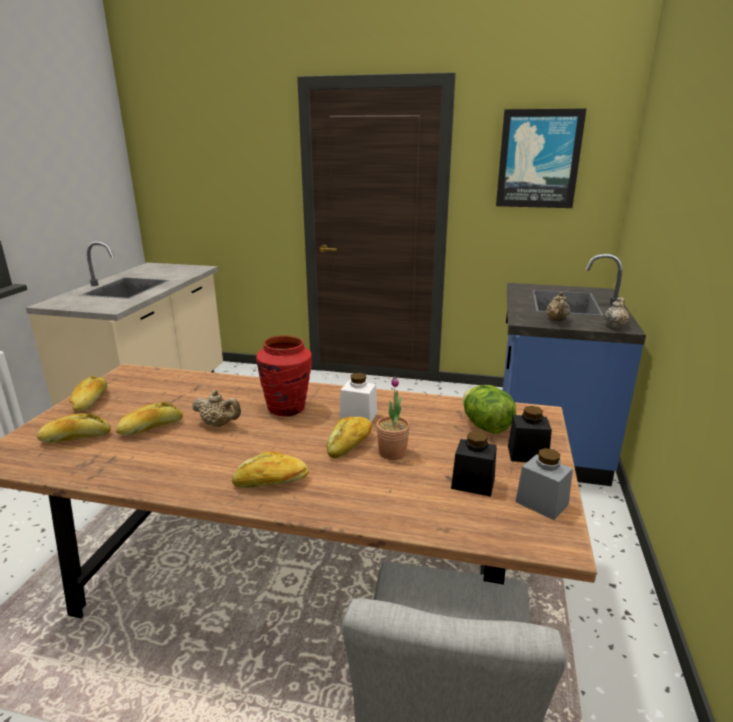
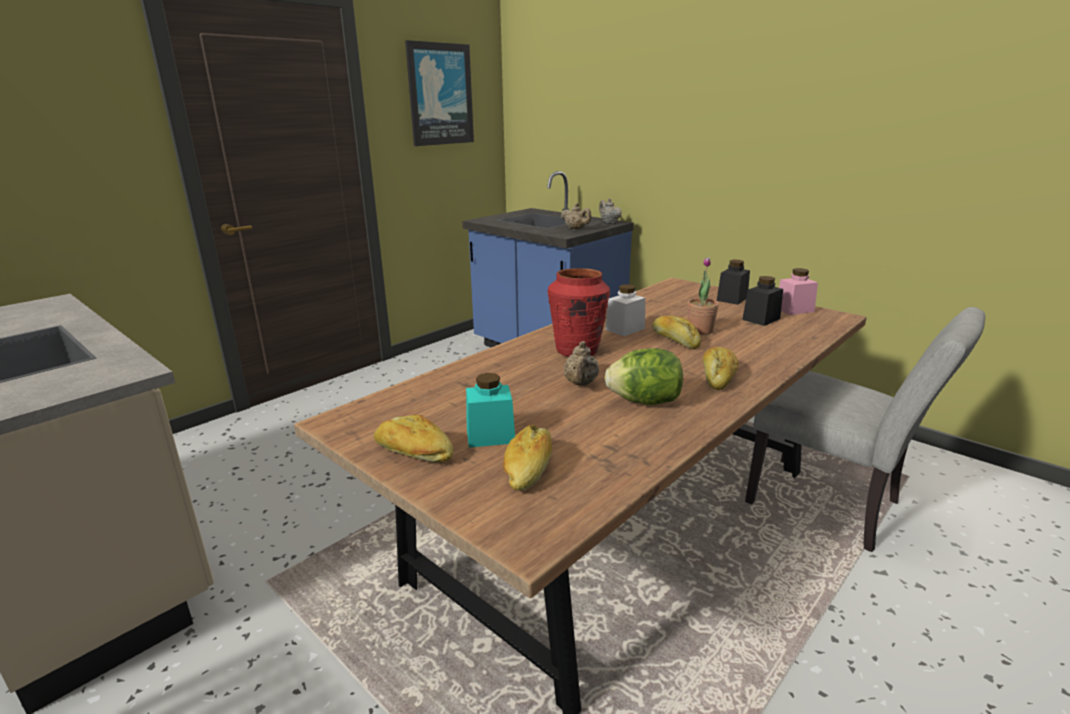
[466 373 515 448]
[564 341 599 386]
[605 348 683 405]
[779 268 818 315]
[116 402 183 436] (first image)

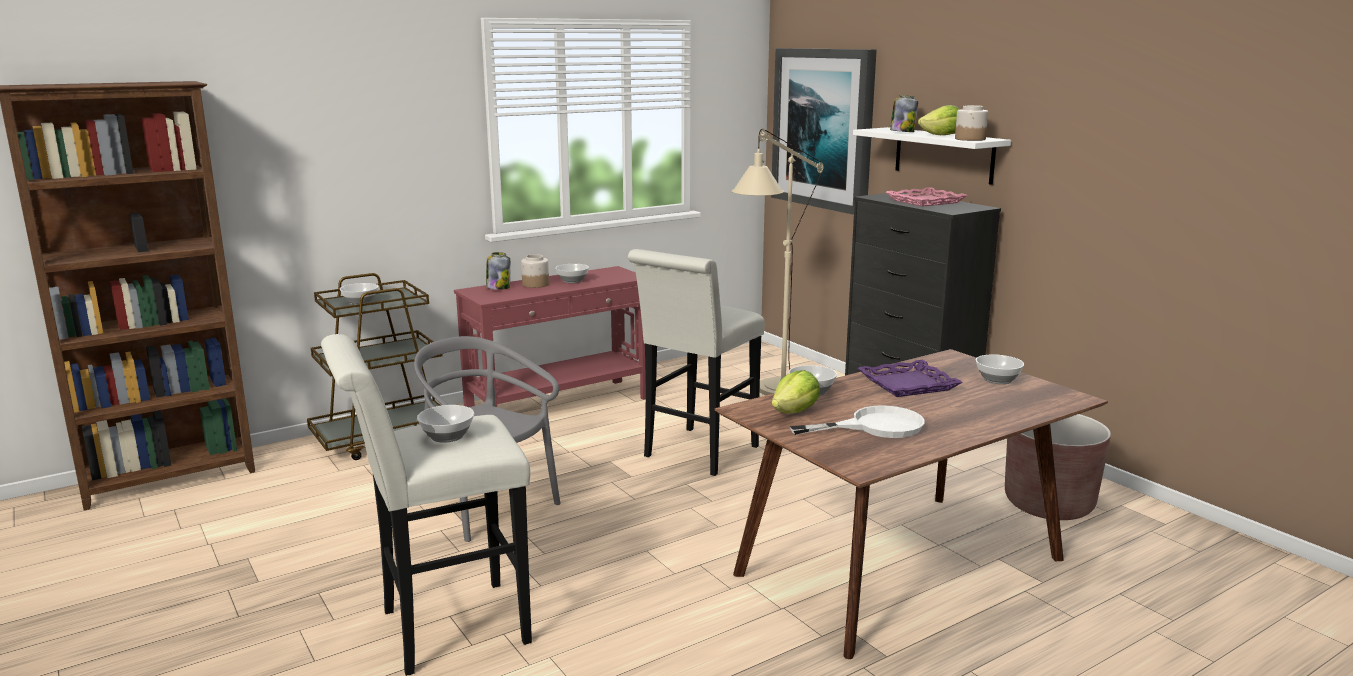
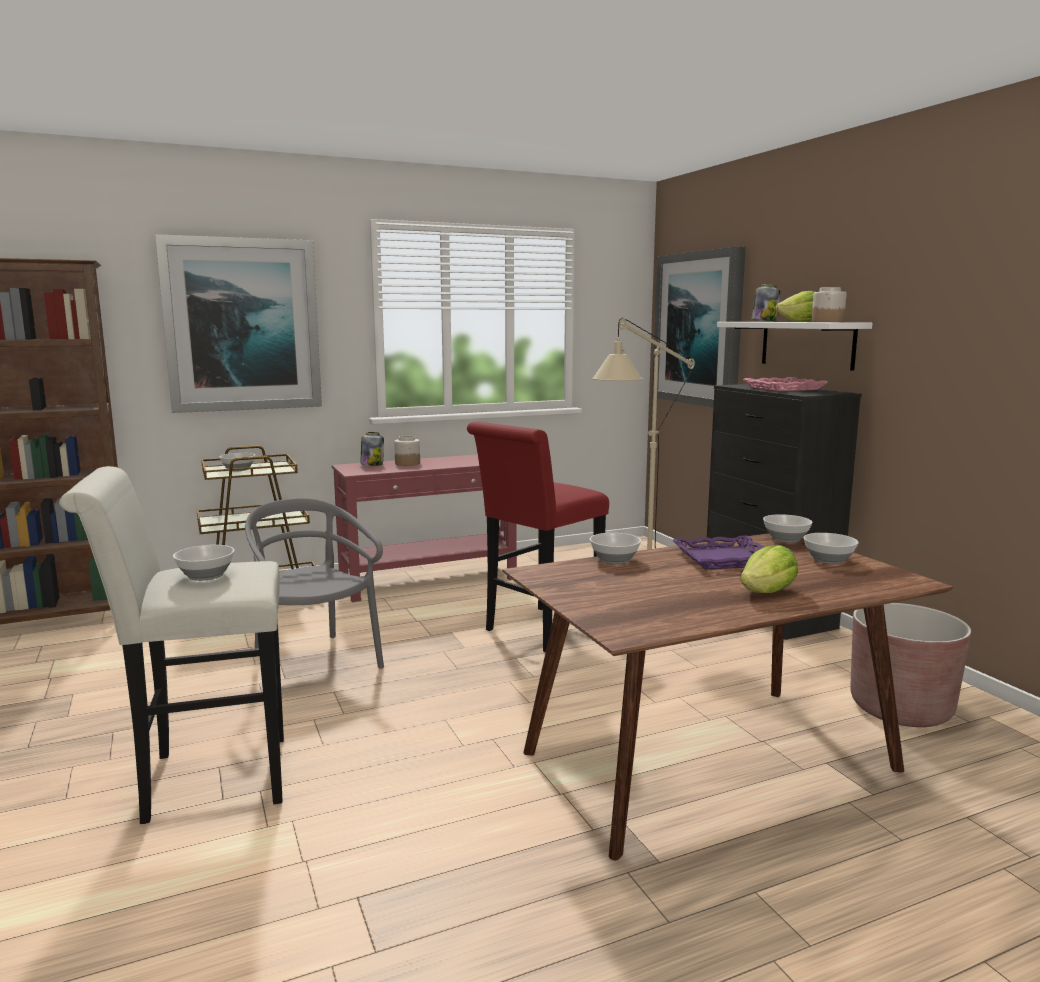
[155 234 322 413]
[467 422 609 652]
[740 545 798 593]
[763 514 813 543]
[789 405 925 438] (first image)

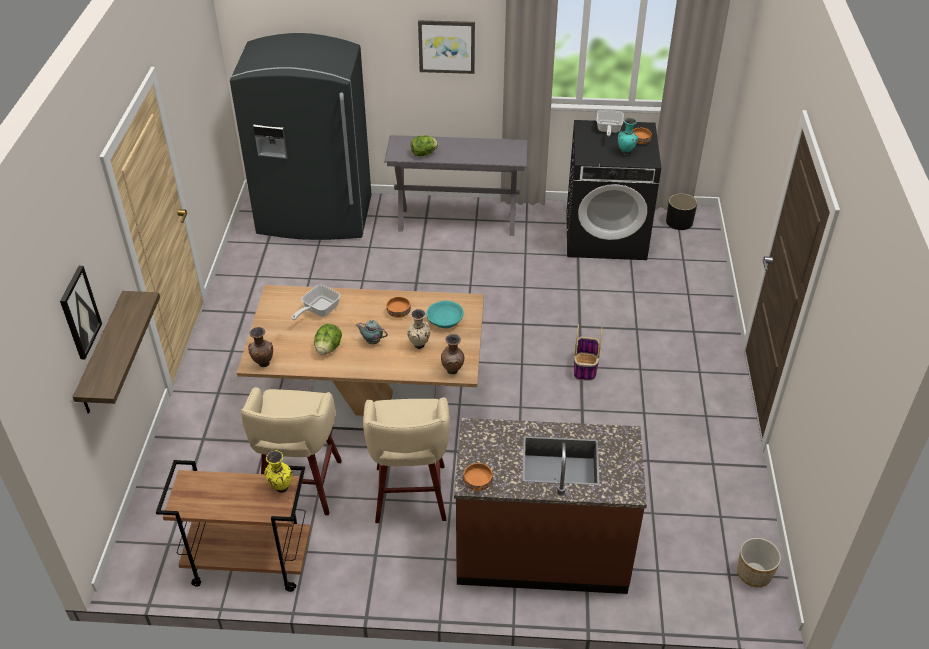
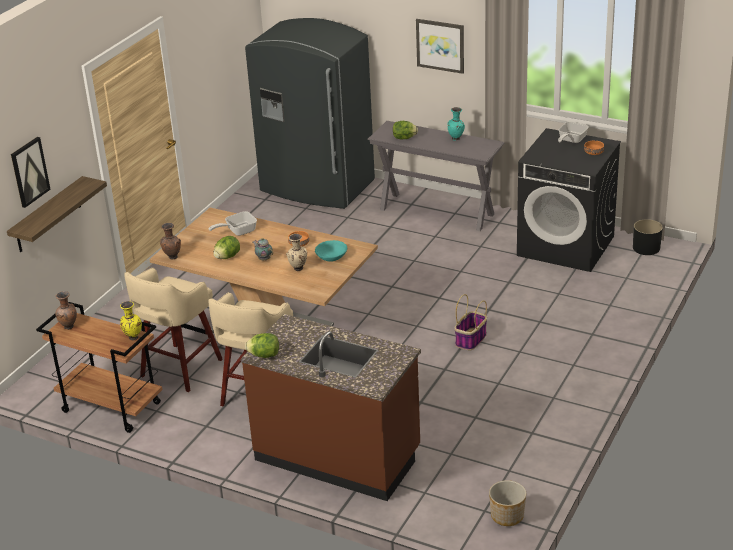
[55 291 77 330]
[245 333 279 358]
[448 107 465 141]

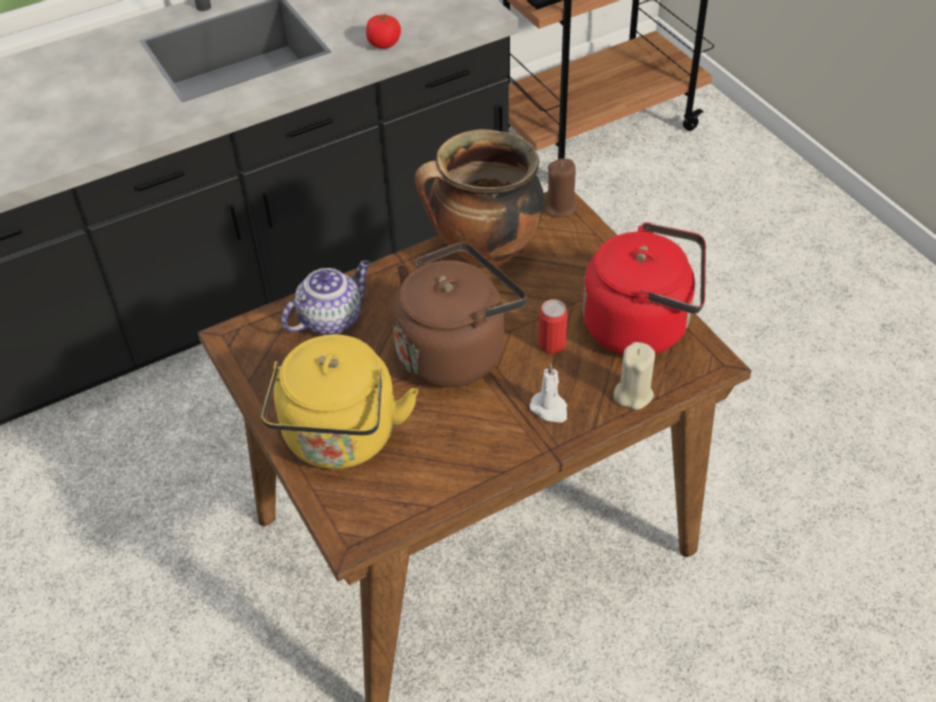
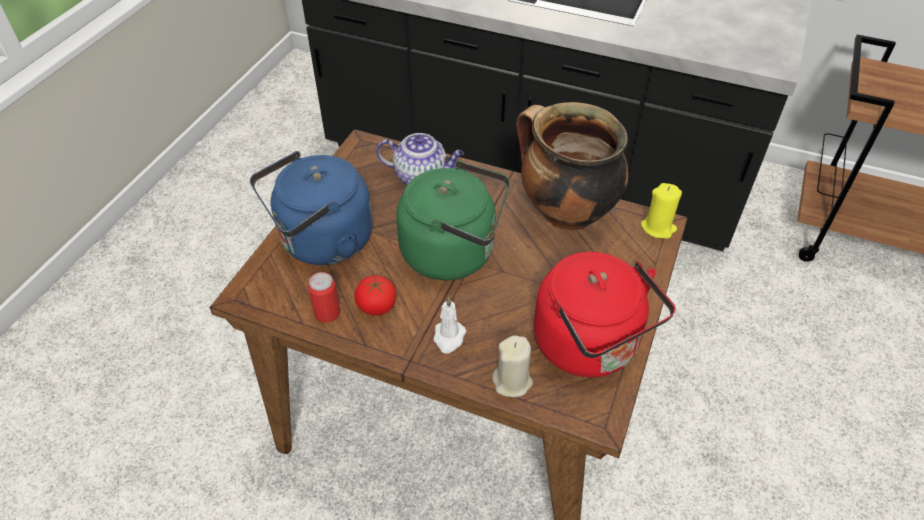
[250 151 372 265]
[308 272 340 322]
[355 276 396 316]
[396 160 510 280]
[641 183 682 239]

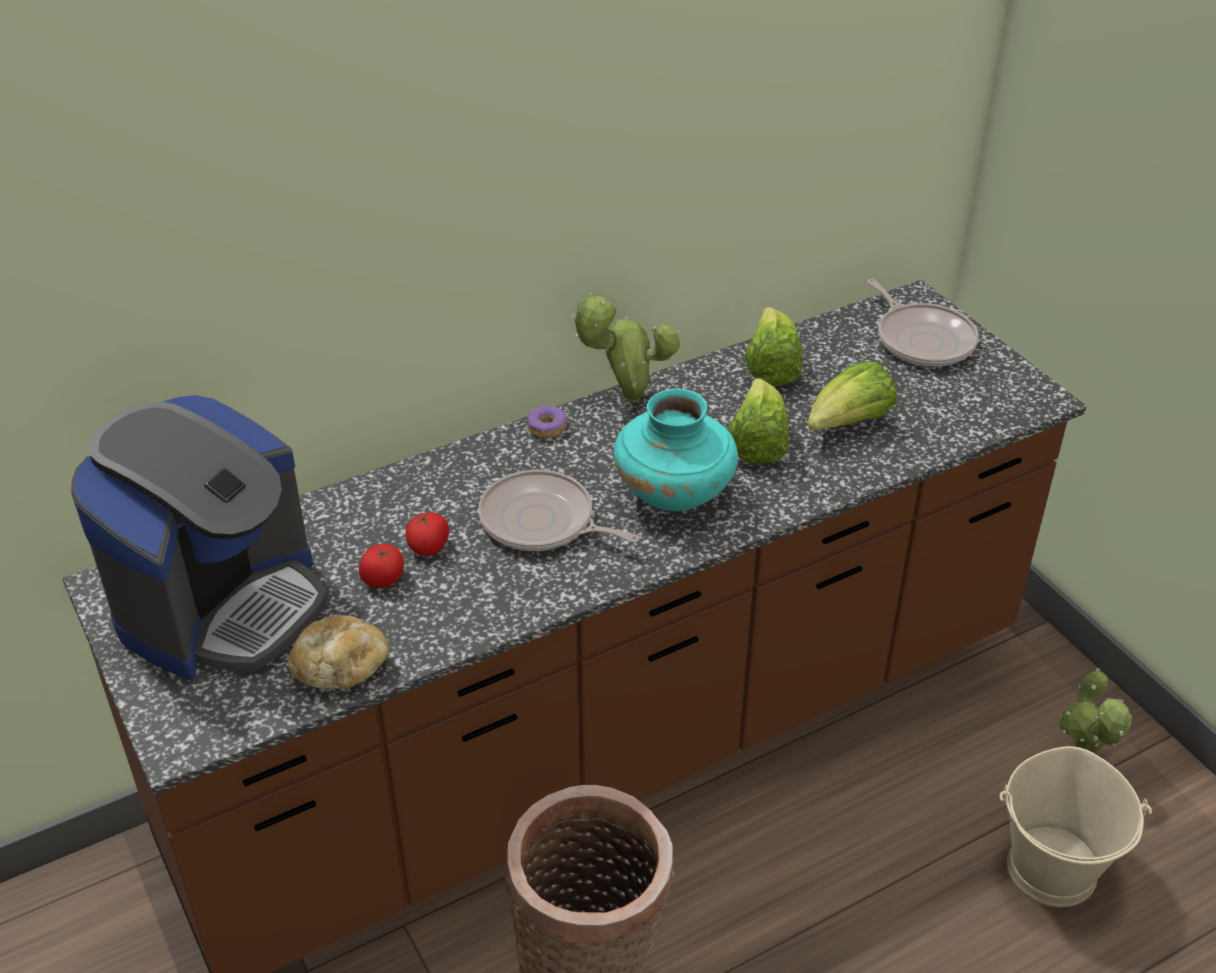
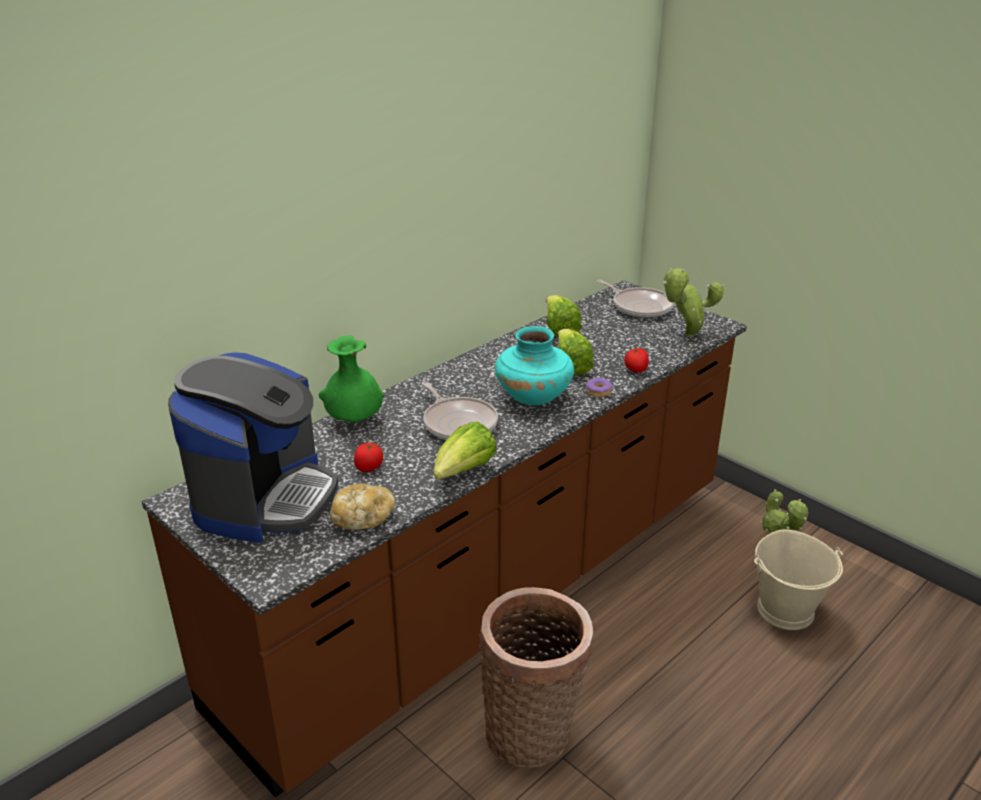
[319 335 385 422]
[422 381 498 440]
[434 422 497 480]
[586 378 612 397]
[625 348 649 372]
[663 268 724 337]

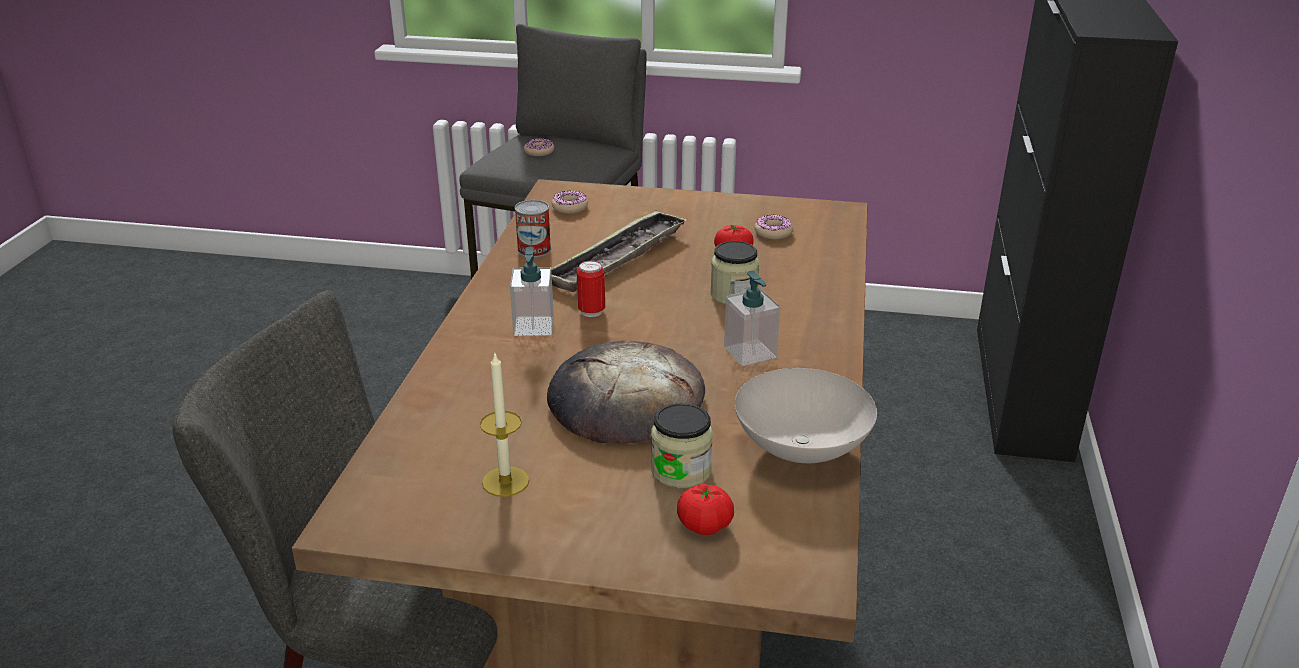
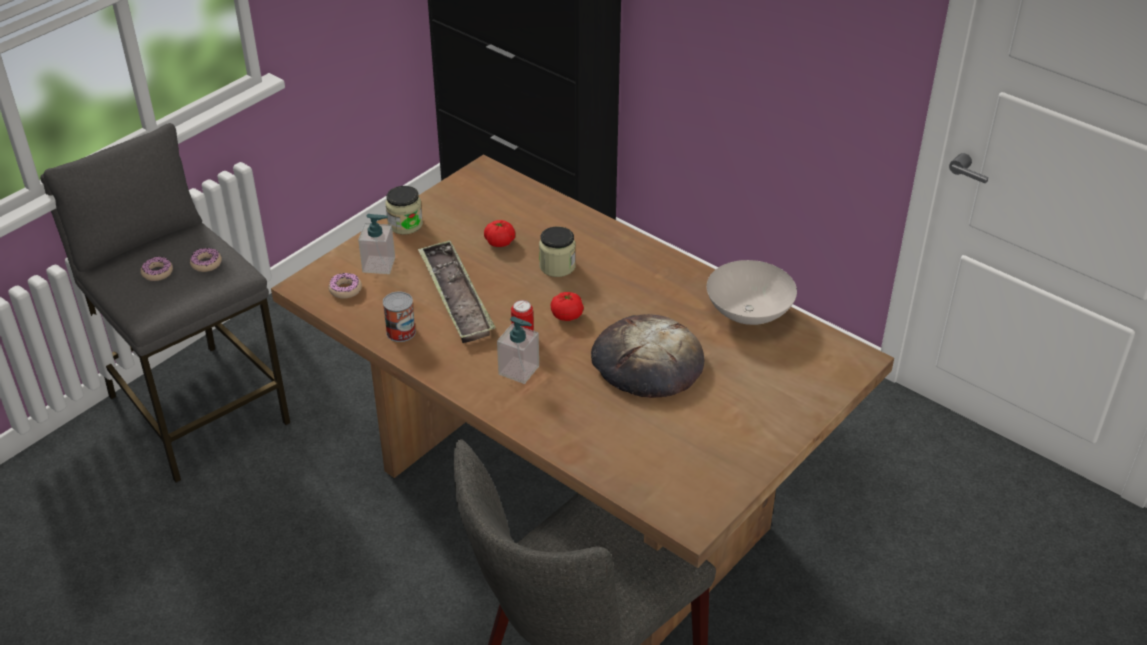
[190 248 222 272]
[358 214 395 274]
[386 186 423 235]
[551 292 584 321]
[480 354 529 497] (first image)

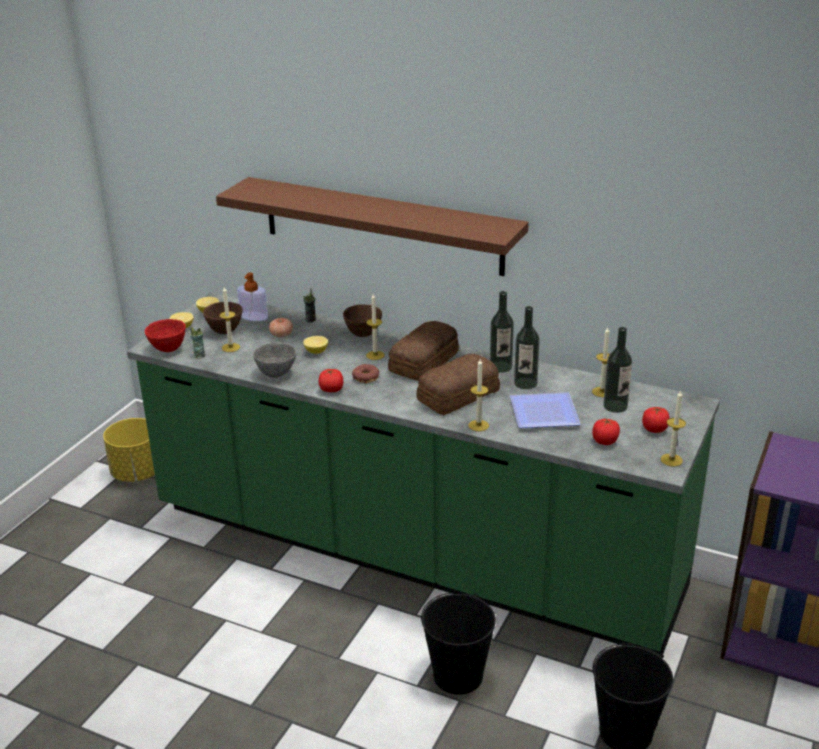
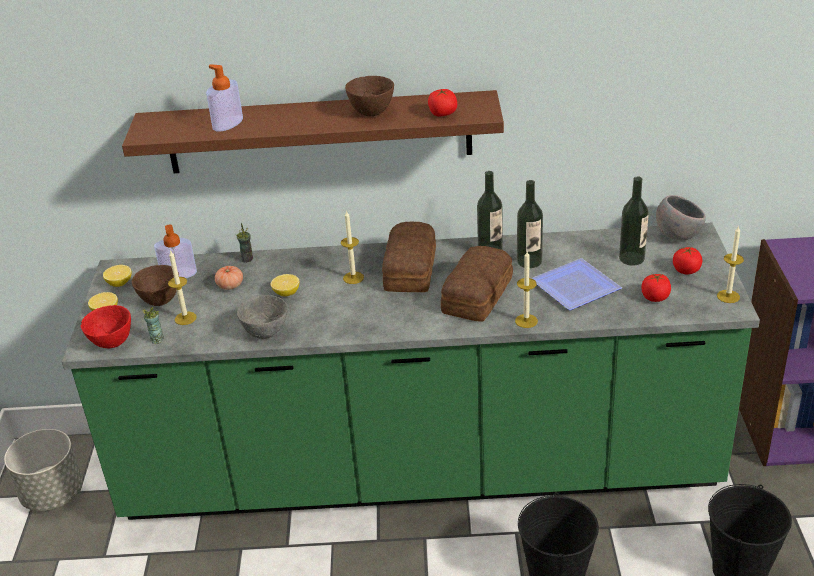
[4 429 83 511]
[206 64 243 132]
[345 76 394 116]
[428 89 457 116]
[656 195 706 240]
[352 364 379 384] (first image)
[592 327 610 397] (first image)

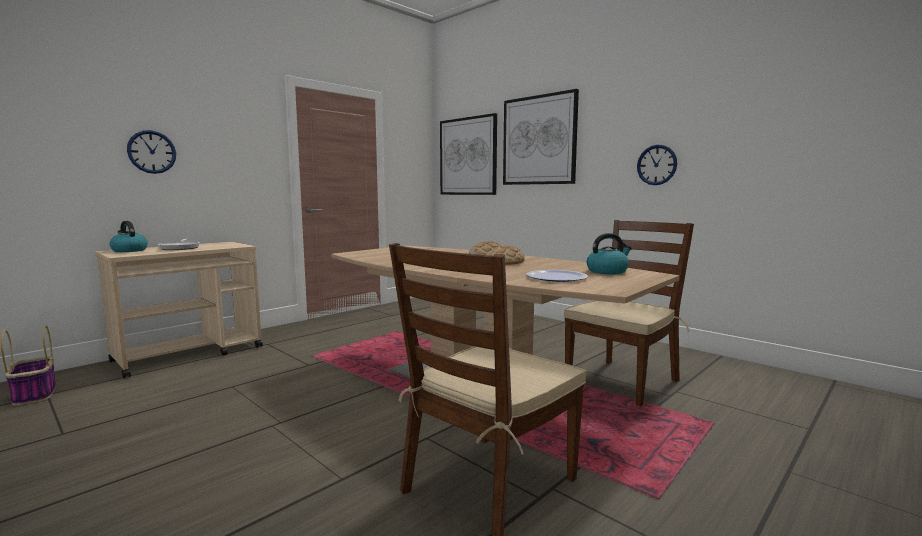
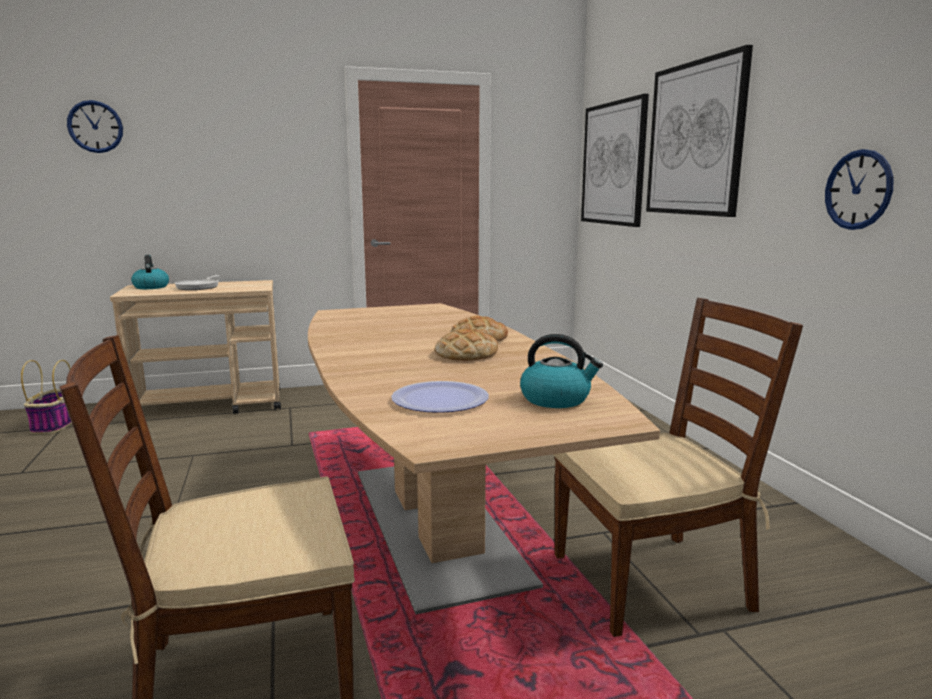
[67 100 123 153]

